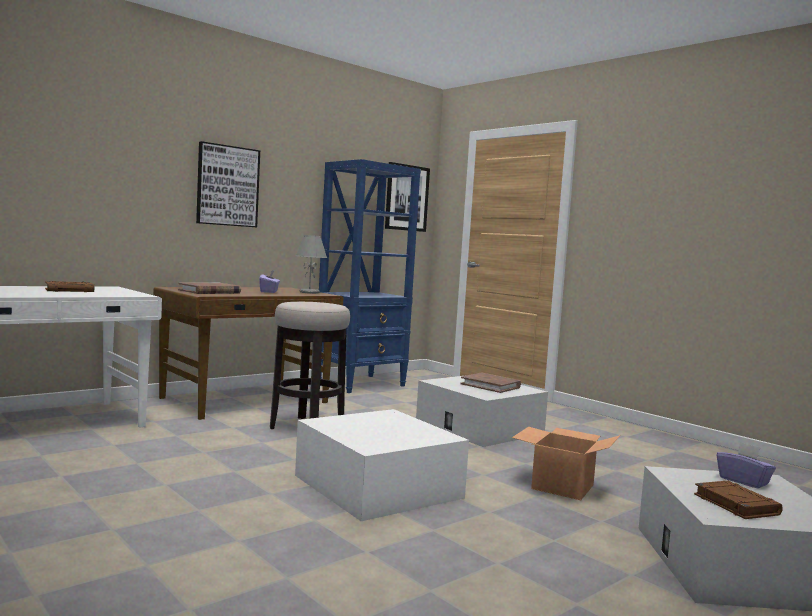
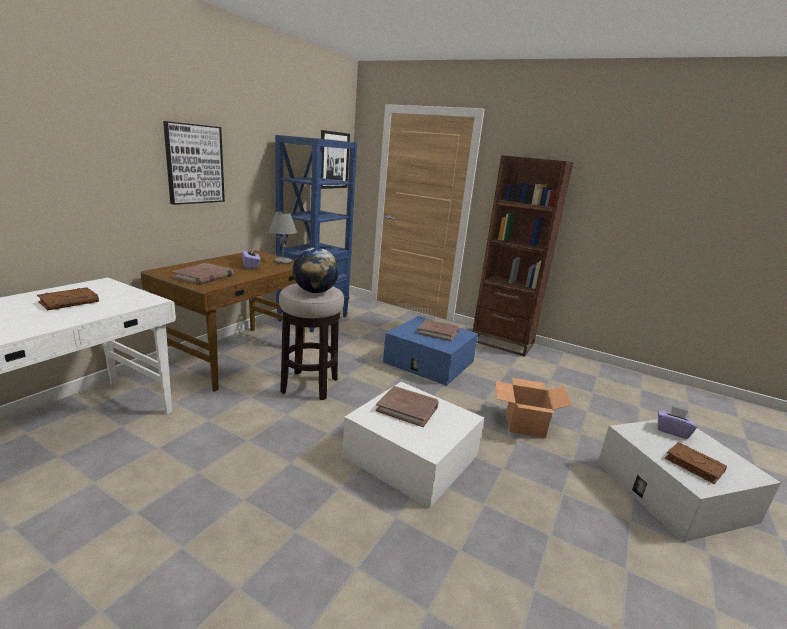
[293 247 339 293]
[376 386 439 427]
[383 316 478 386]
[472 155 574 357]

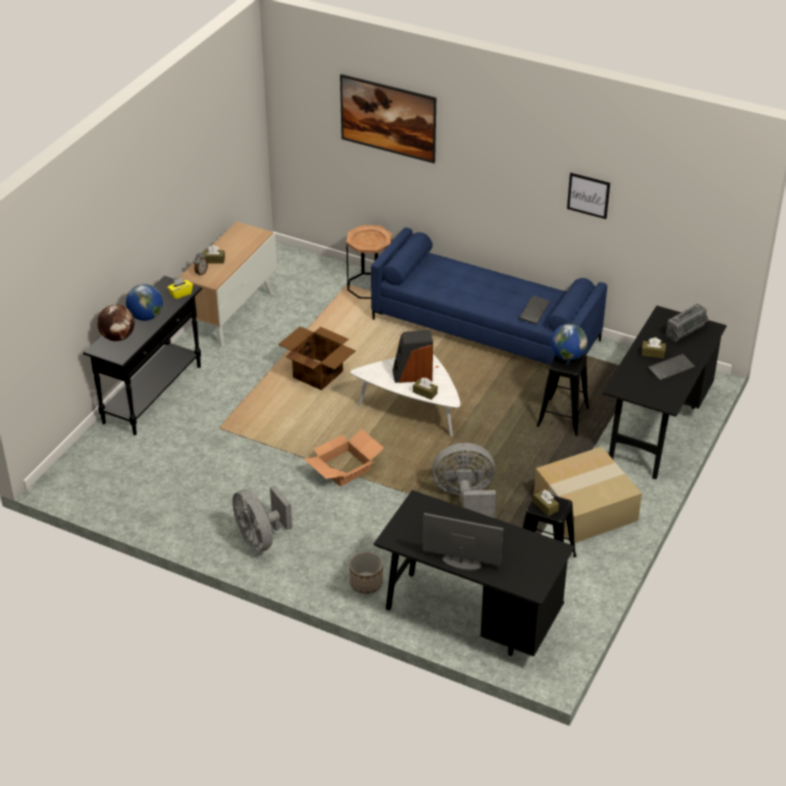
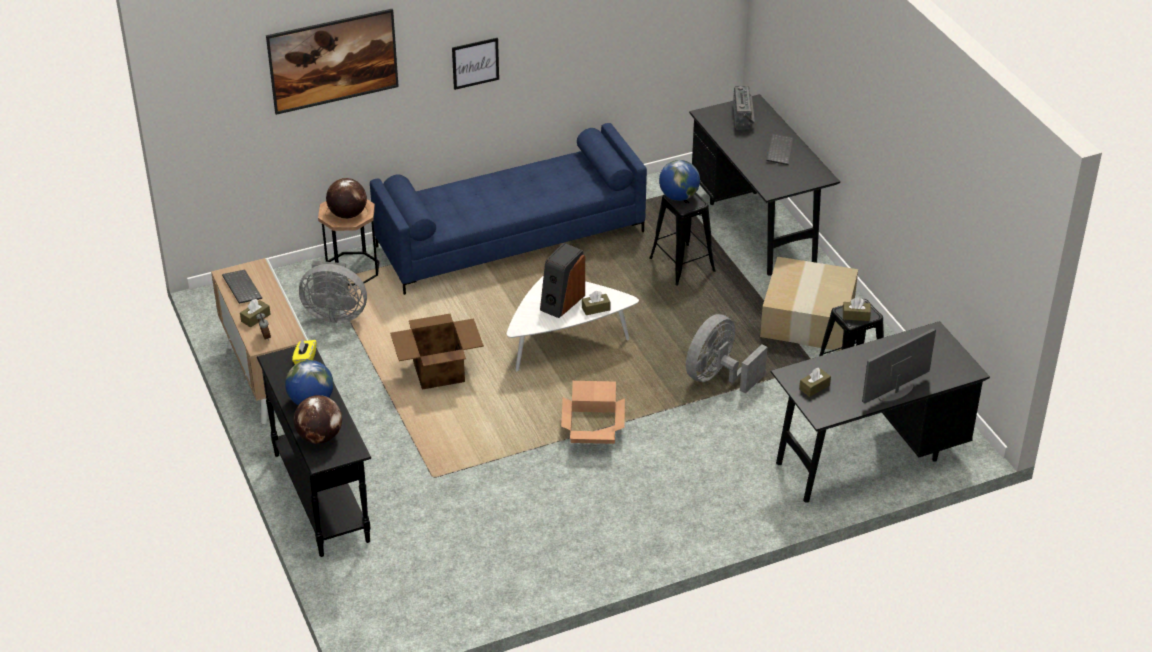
[222 269 262 304]
[299 261 367 323]
[326 178 367 219]
[452 38 499 90]
[799 368 831 397]
[349 552 383 594] (first image)

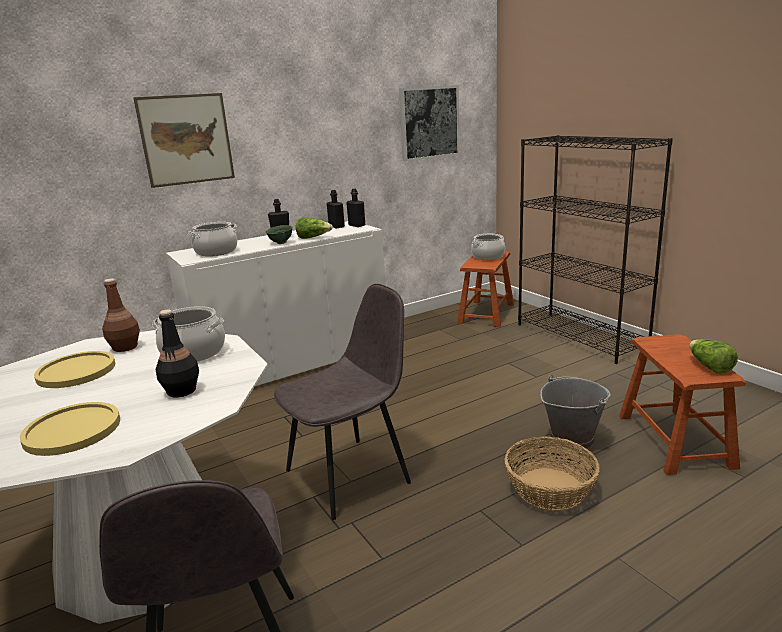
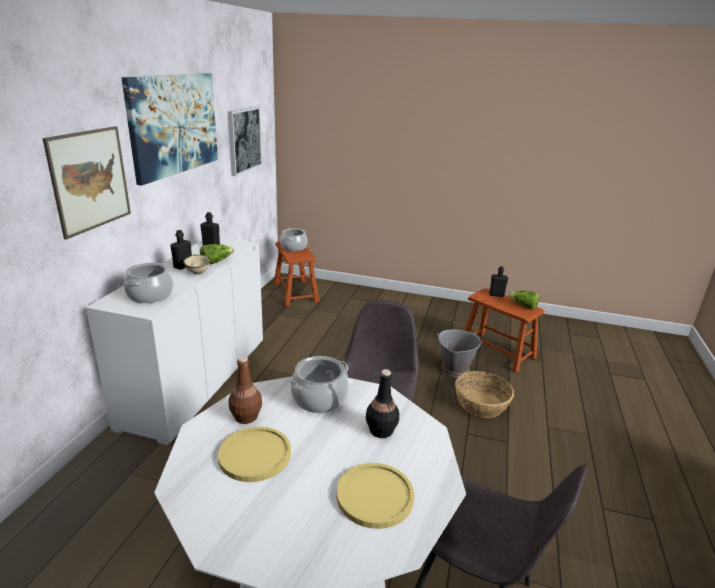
[121 73 218 186]
[183 255 210 275]
[489 266 508 297]
[518 135 673 364] (first image)

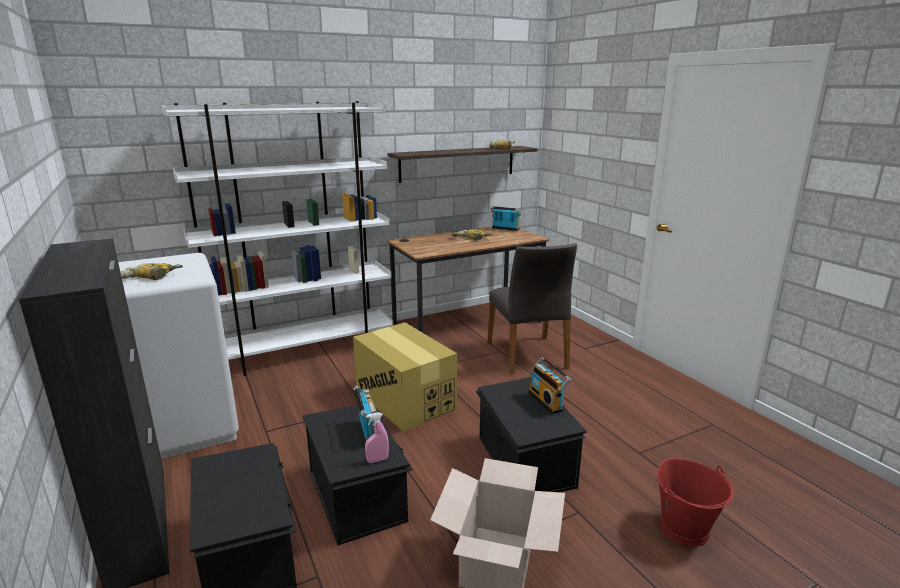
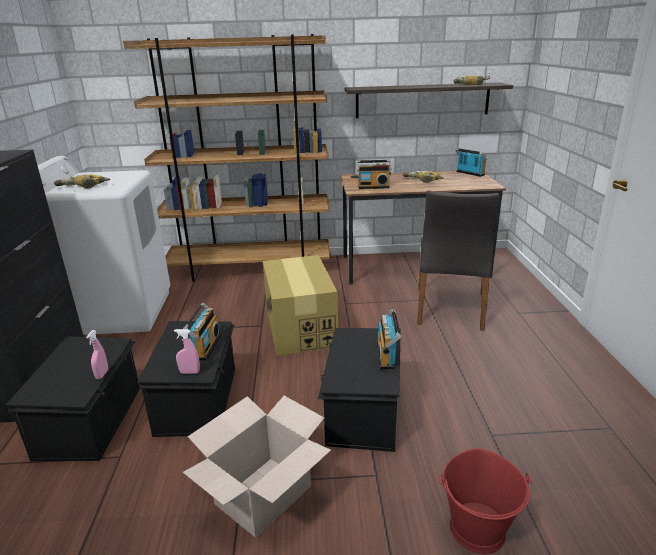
[86 330 108 379]
[123 34 331 282]
[356 160 392 189]

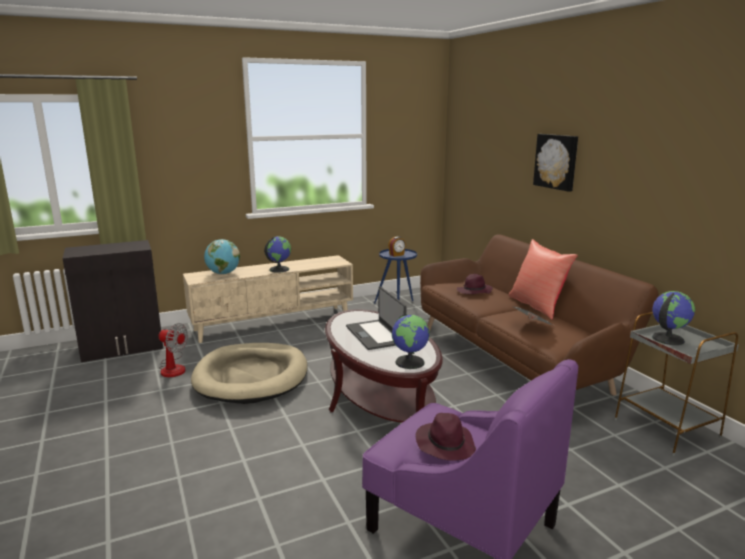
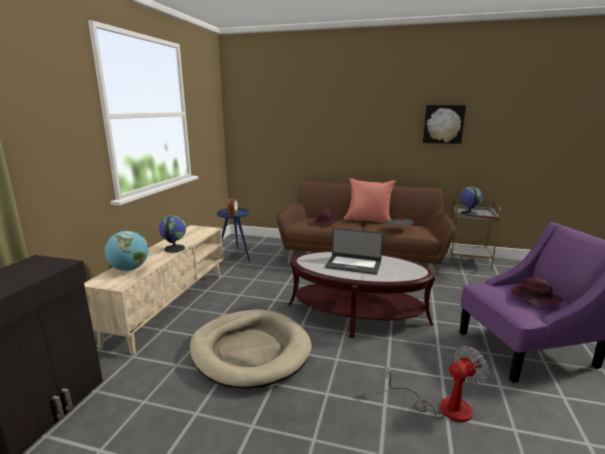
[384 346 489 422]
[423 105 466 144]
[392 314 430 369] (first image)

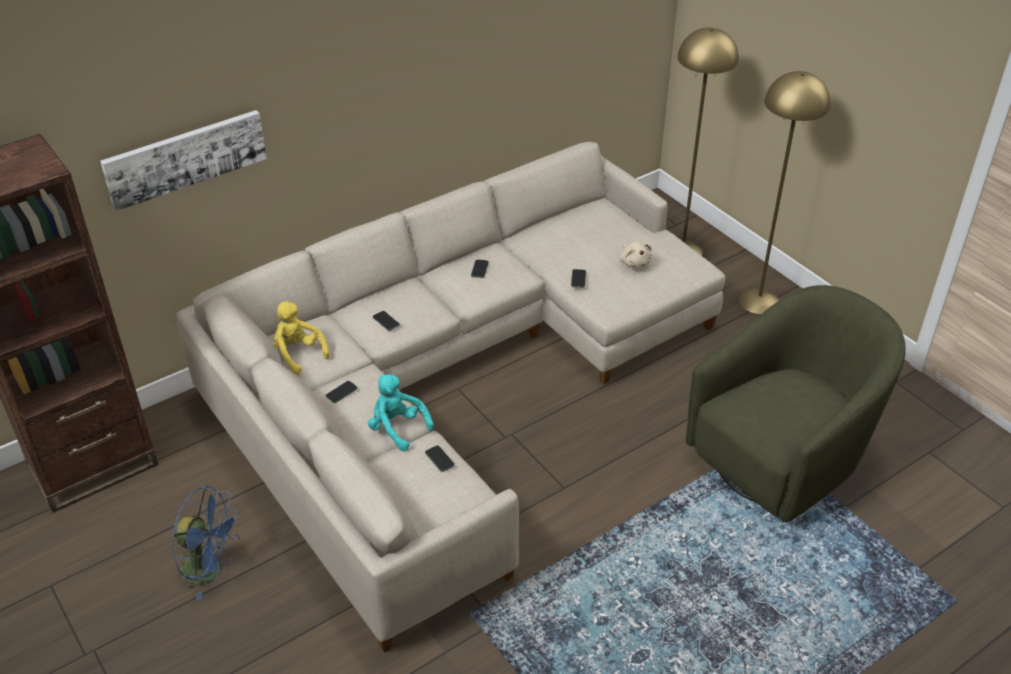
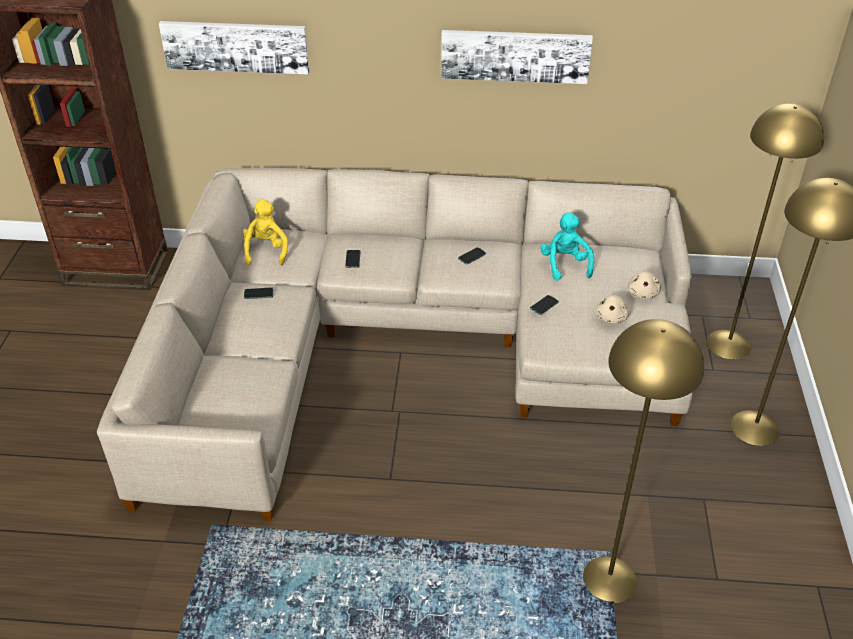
[441 30 593 84]
[540 212 594 281]
[583 319 704 603]
[627 271 662 299]
[172 485 240 601] (first image)
[425 445 455 472] (first image)

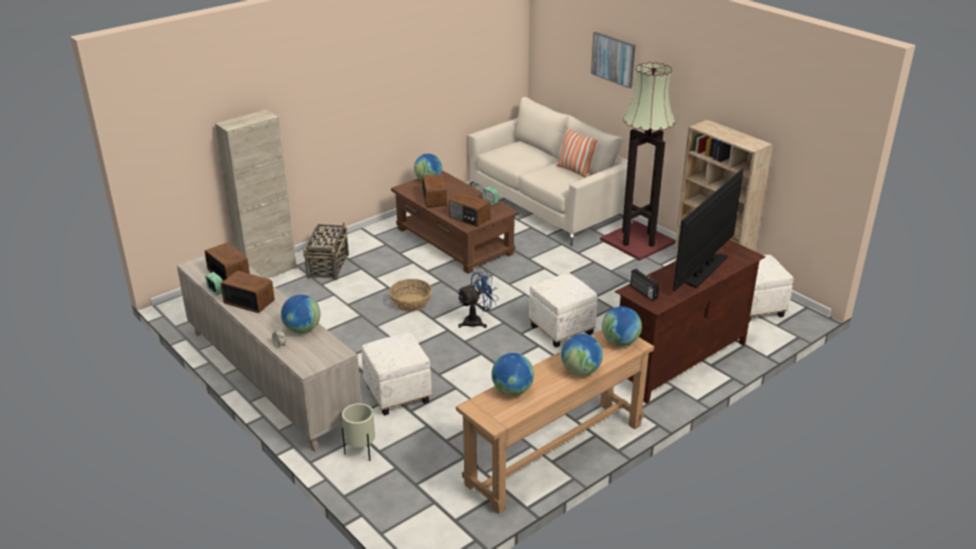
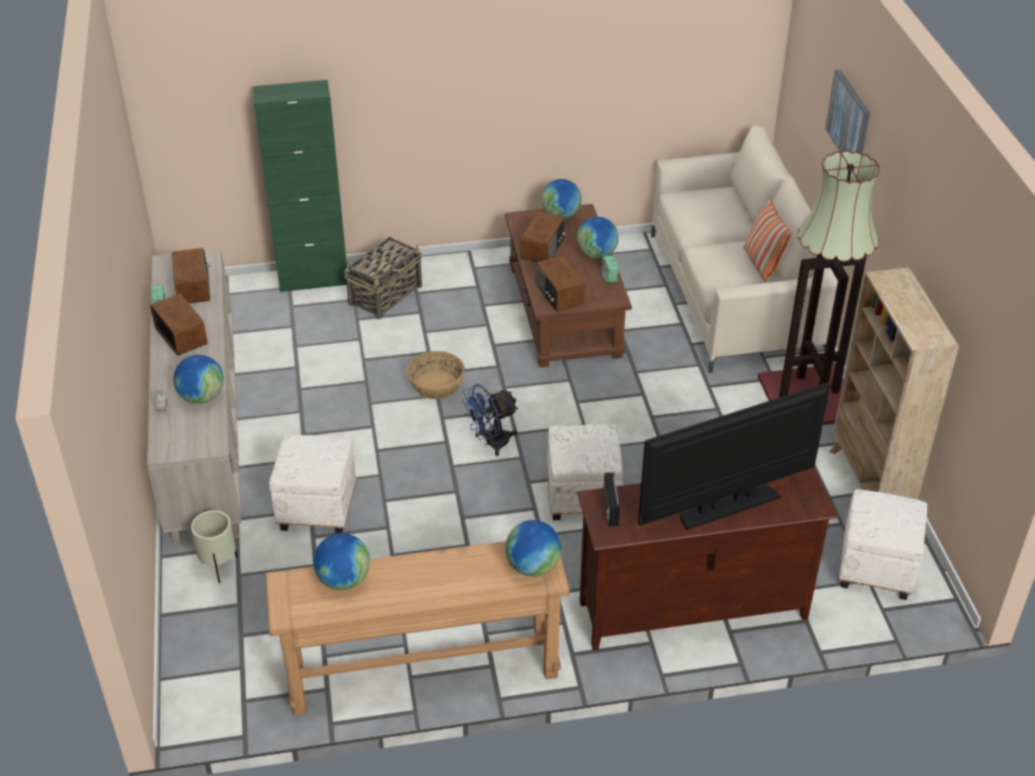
[253 80 347 293]
[462 384 518 456]
[577 217 619 259]

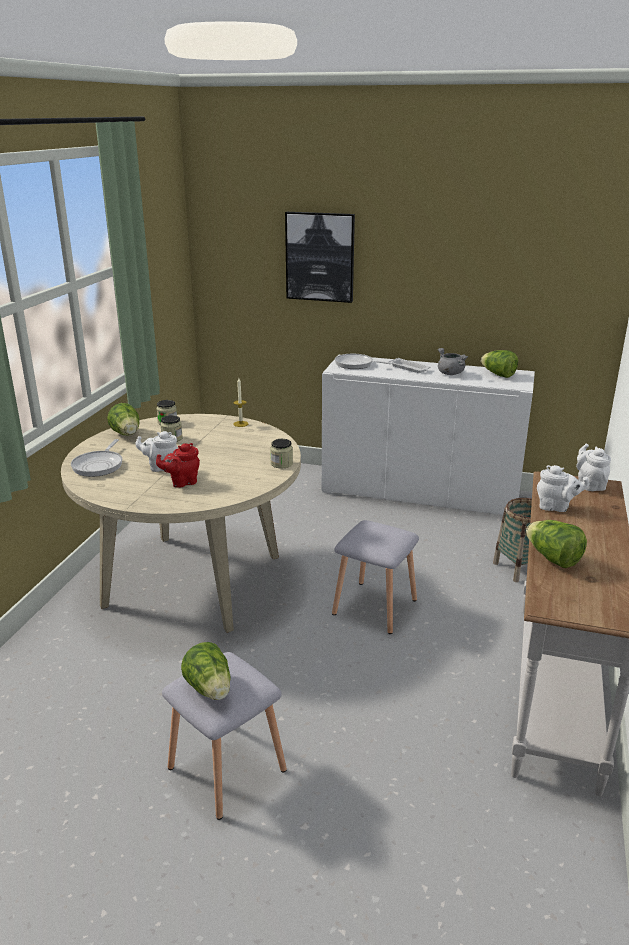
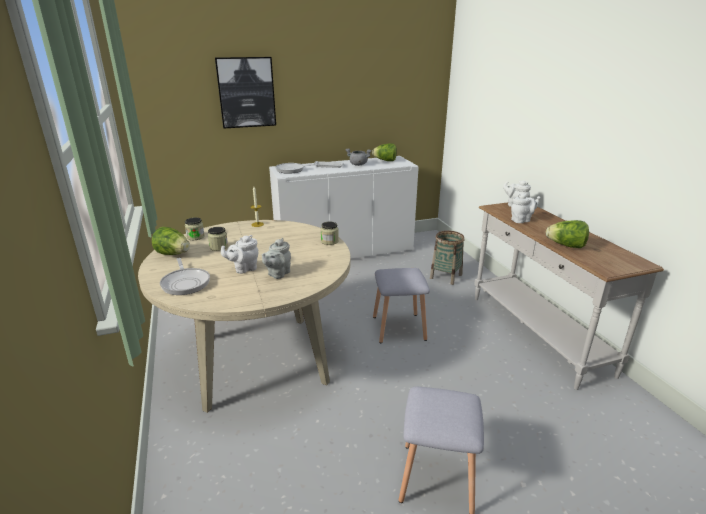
[261 238 291 279]
[181 642 231 700] (first image)

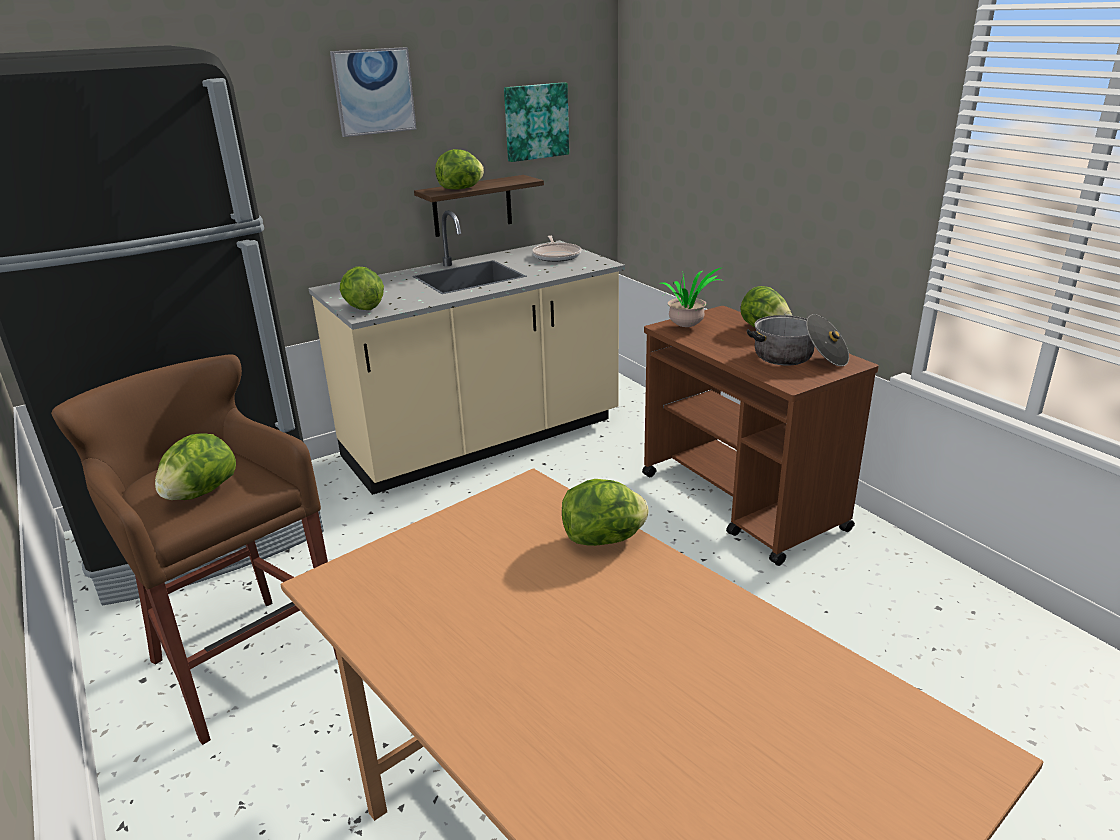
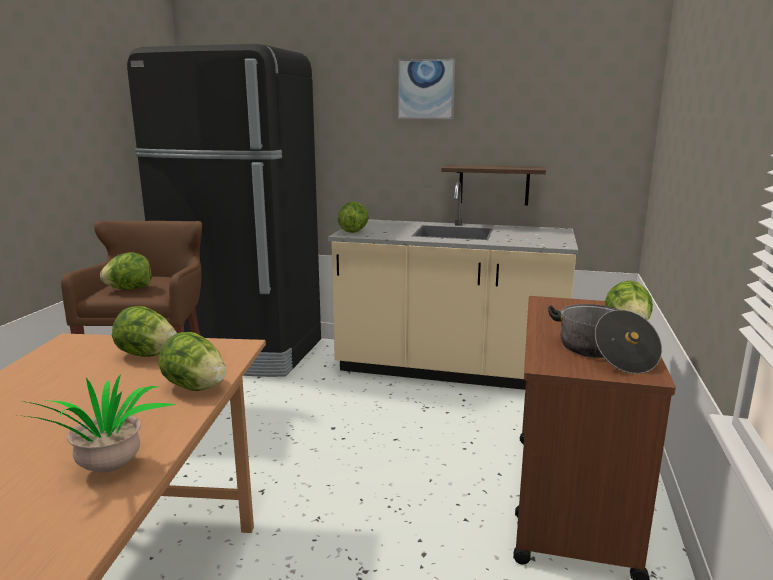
[19 374 176 473]
[112 306 177 357]
[504 82 569 162] (first image)
[532 235 581 262] (first image)

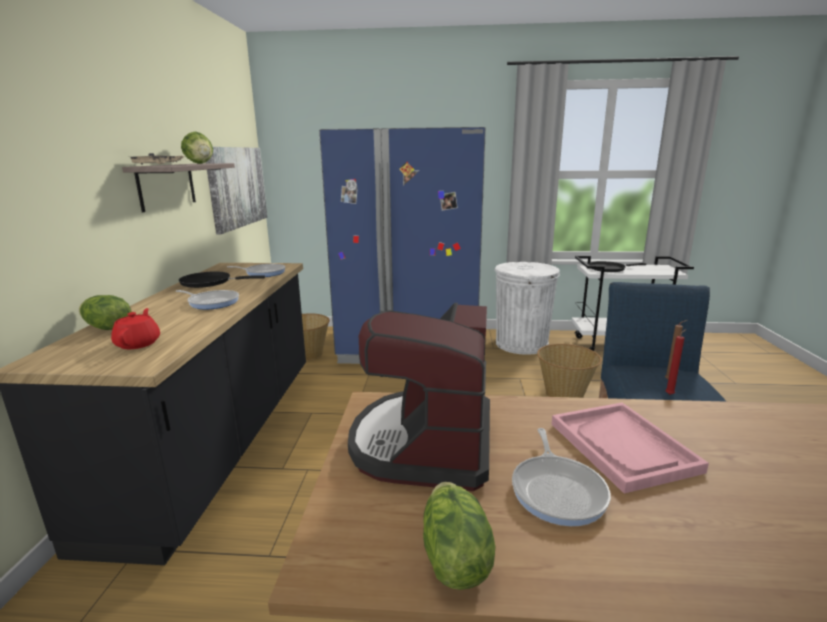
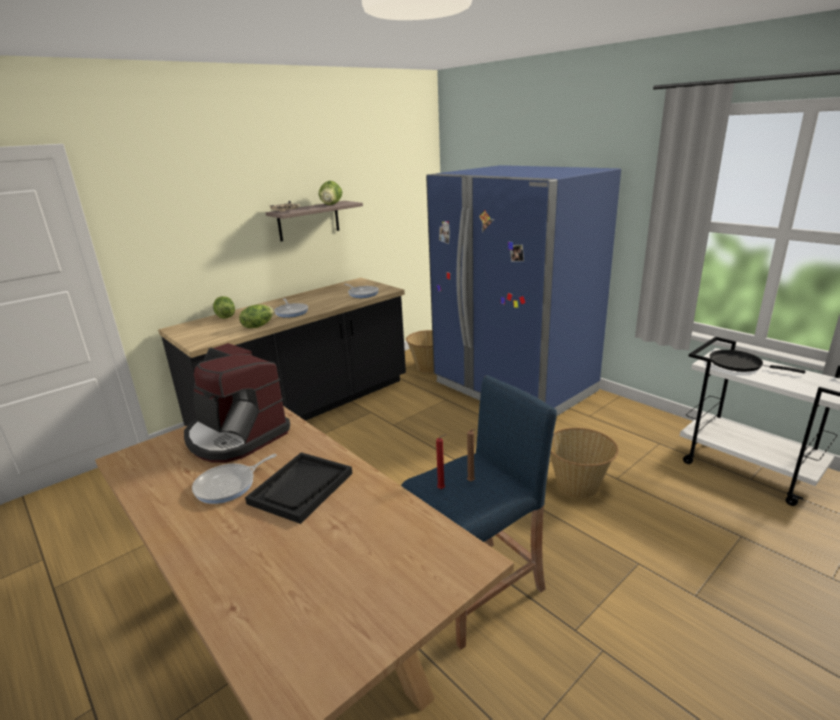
[184 343 290 463]
[239 304 275 328]
[245 452 352 524]
[111 308 160 349] (first image)
[179 271 265 288] (first image)
[206 147 268 234] (first image)
[494 262 560 355] (first image)

